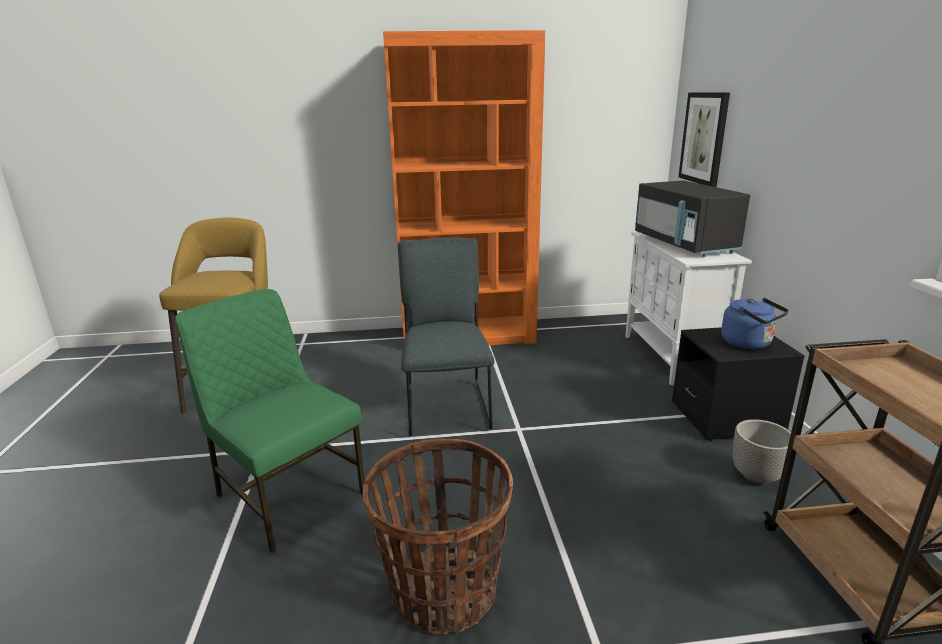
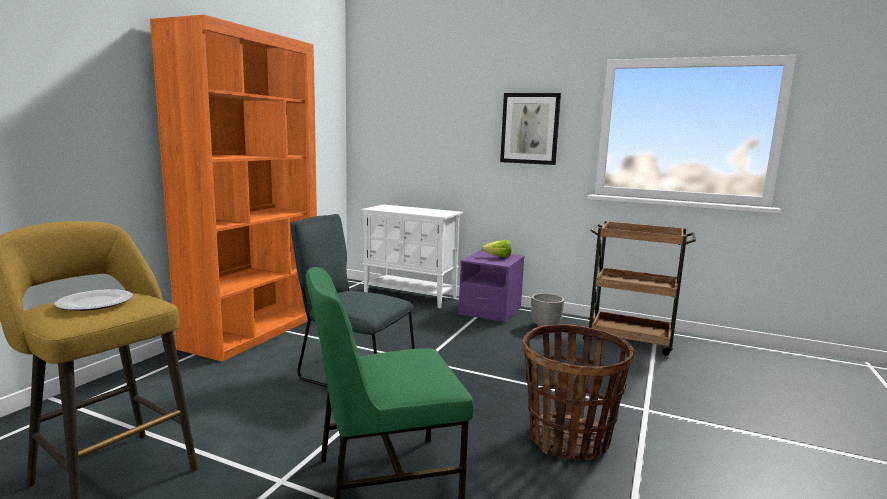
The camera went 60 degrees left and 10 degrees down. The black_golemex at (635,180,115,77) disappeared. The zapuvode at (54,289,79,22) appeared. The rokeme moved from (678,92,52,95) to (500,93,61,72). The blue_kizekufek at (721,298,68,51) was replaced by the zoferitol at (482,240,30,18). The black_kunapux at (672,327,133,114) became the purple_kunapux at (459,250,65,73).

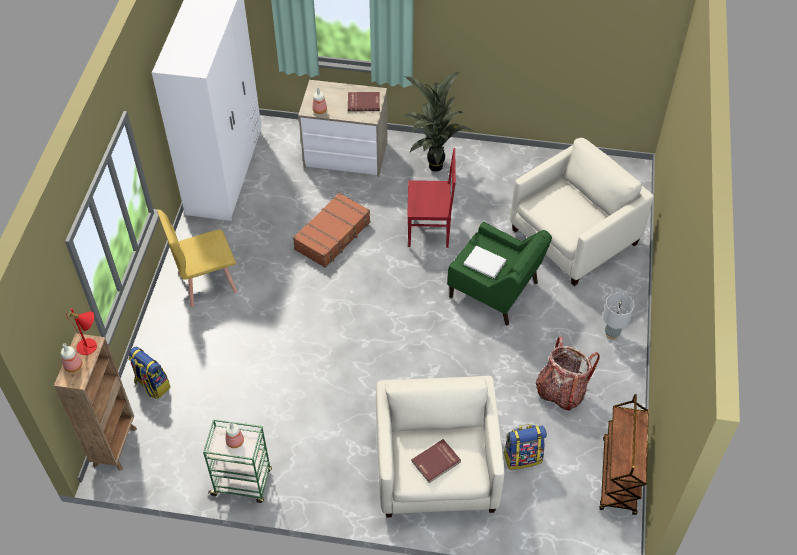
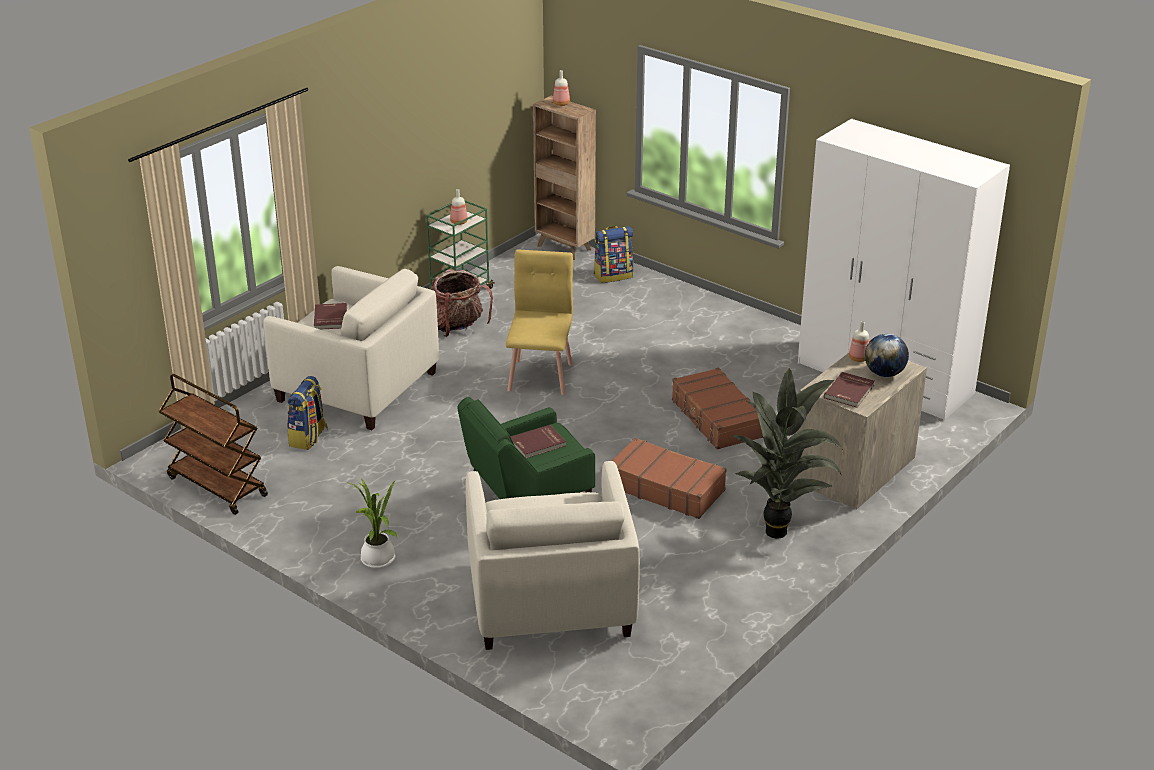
The camera went 120 degrees right and 20 degrees down. The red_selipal at (66,308,31,47) disappeared. The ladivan at (865,334,44,43) appeared. The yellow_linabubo moved from (157,210,80,97) to (506,249,67,146). The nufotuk moved from (536,337,64,73) to (430,269,63,68). The red_linabubo at (407,148,49,100) was replaced by the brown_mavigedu at (612,438,115,81). The grey_selipal at (603,292,31,47) was replaced by the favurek at (346,479,52,90). The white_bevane at (464,246,42,33) became the red_bevane at (511,425,55,33).

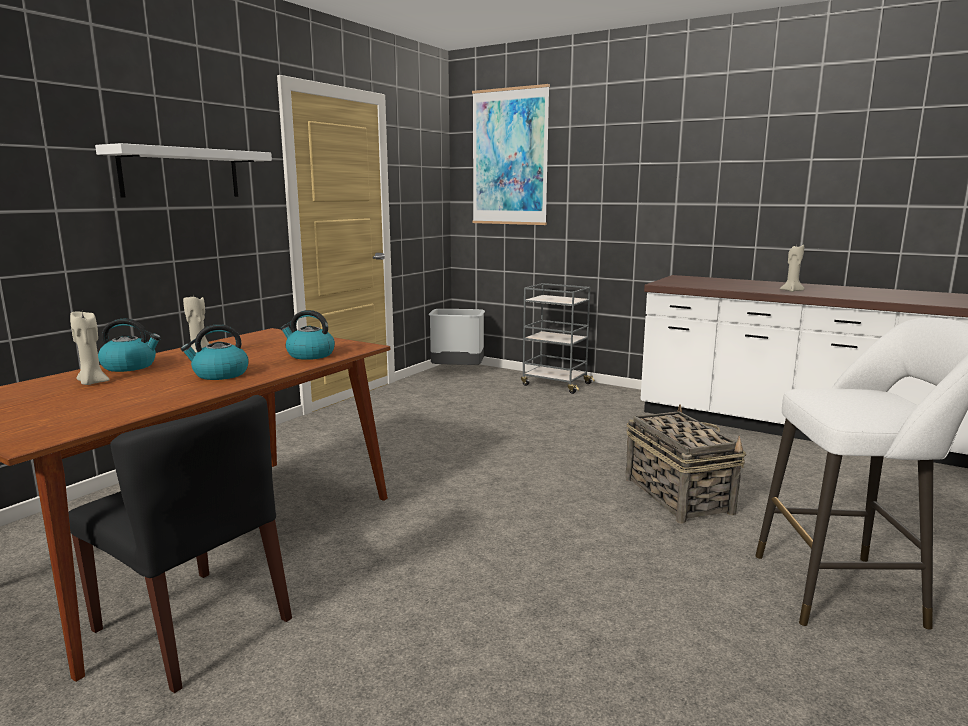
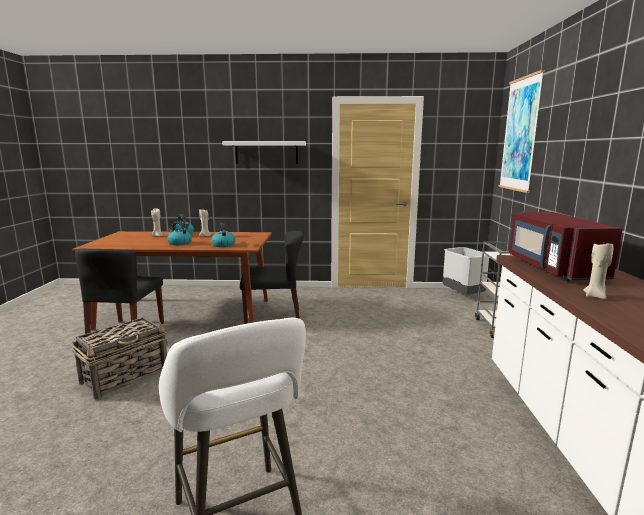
The camera went 60 degrees right and 0 degrees up. The black_linabubo at (240,231,64,93) appeared. The red_golemex at (509,212,114,69) appeared. The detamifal moved from (625,404,122,119) to (71,317,96,83).

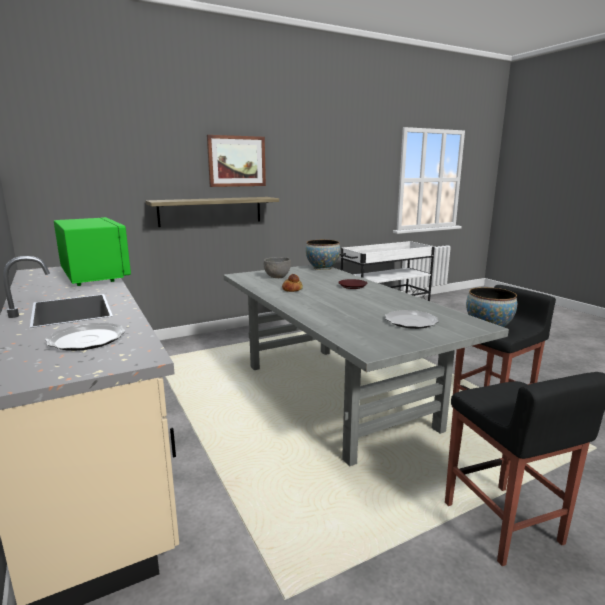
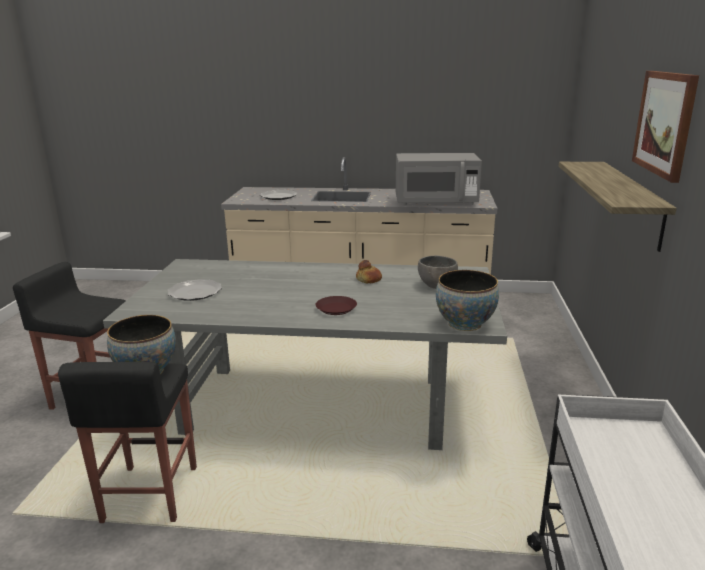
The camera went 125 degrees right and 5 degrees up. The green_golemex at (54,217,77,69) became the grey_golemex at (396,153,86,52).

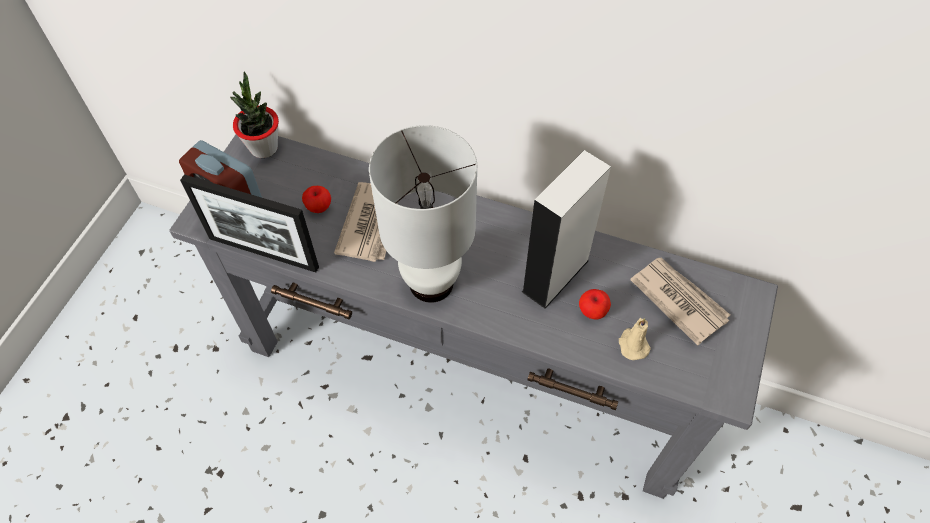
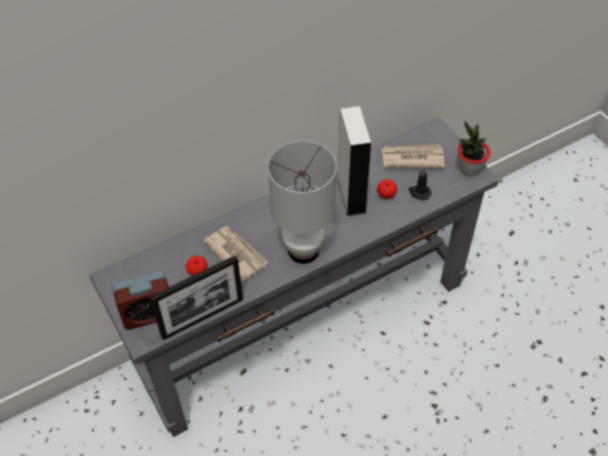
The camera went 50 degrees left and 5 degrees down. The favurek moved from (230,71,49,87) to (458,121,32,56). The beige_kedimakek at (619,318,32,42) became the black_kedimakek at (409,169,22,31).

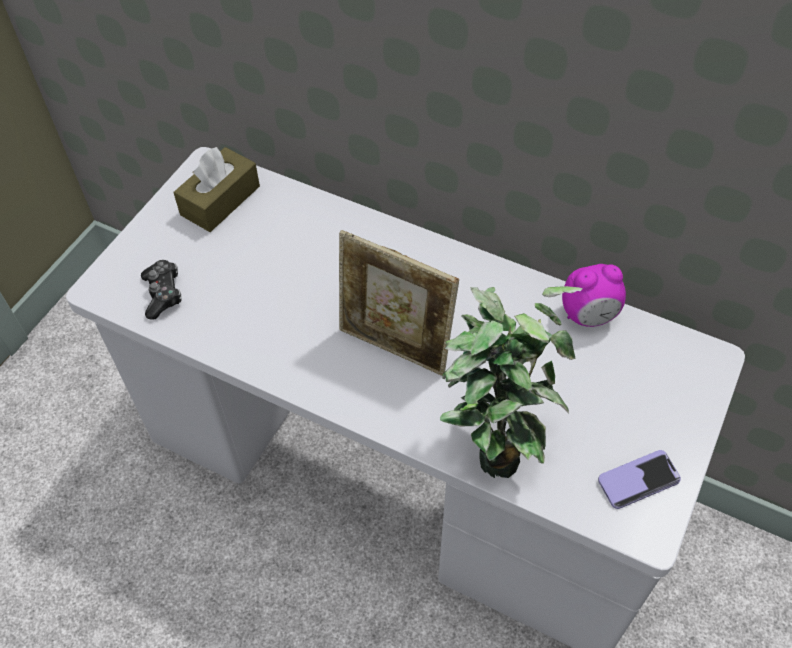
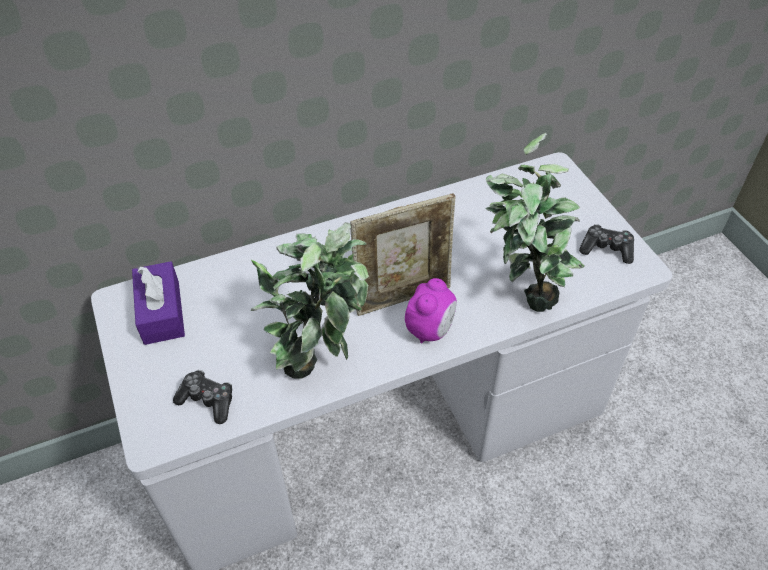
The camera went 50 degrees left and 5 degrees down. The favurek at (251,222,118,157) appeared. The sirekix moved from (562,264,64,63) to (405,278,52,66). The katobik at (598,450,83,59) was replaced by the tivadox at (579,224,55,40). The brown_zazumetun at (173,147,87,85) became the purple_zazumetun at (132,261,53,84).

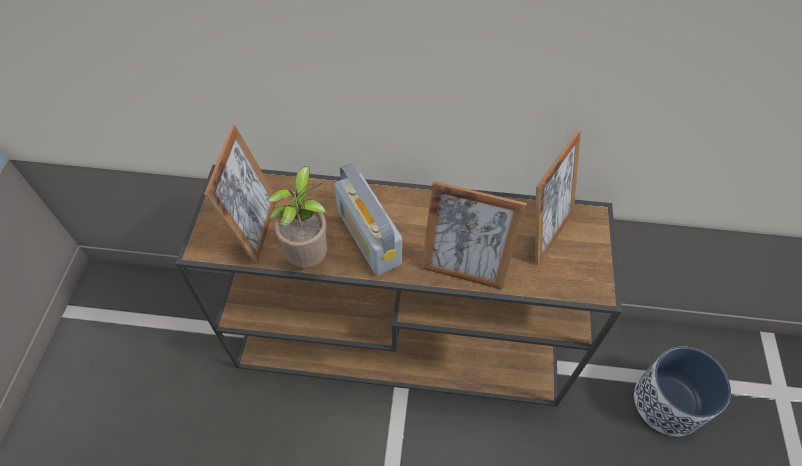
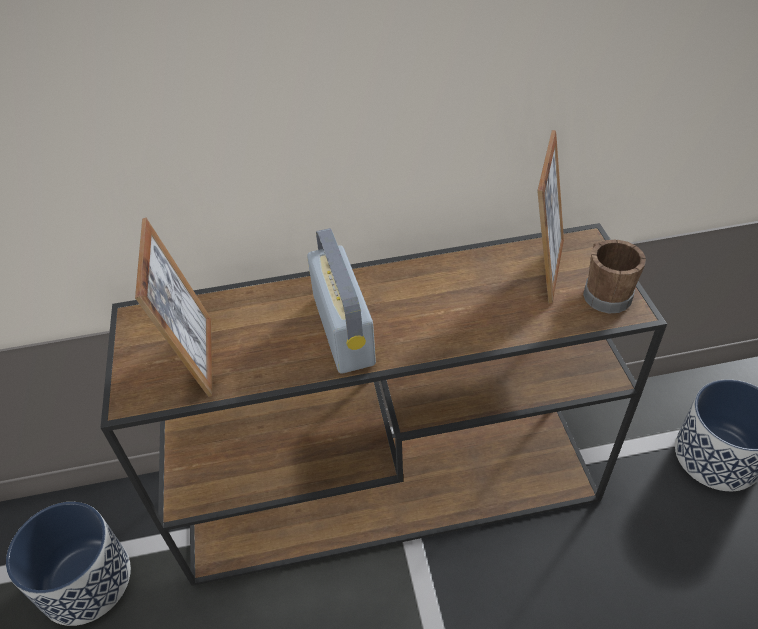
The camera went 15 degrees left and 10 degrees down. The favurek at (266,166,61,102) disappeared. The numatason at (421,181,106,109) disappeared. The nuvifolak at (6,502,125,124) appeared. The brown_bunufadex at (583,240,63,73) appeared. The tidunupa at (334,164,68,112) turned 150 degrees counterclockwise.

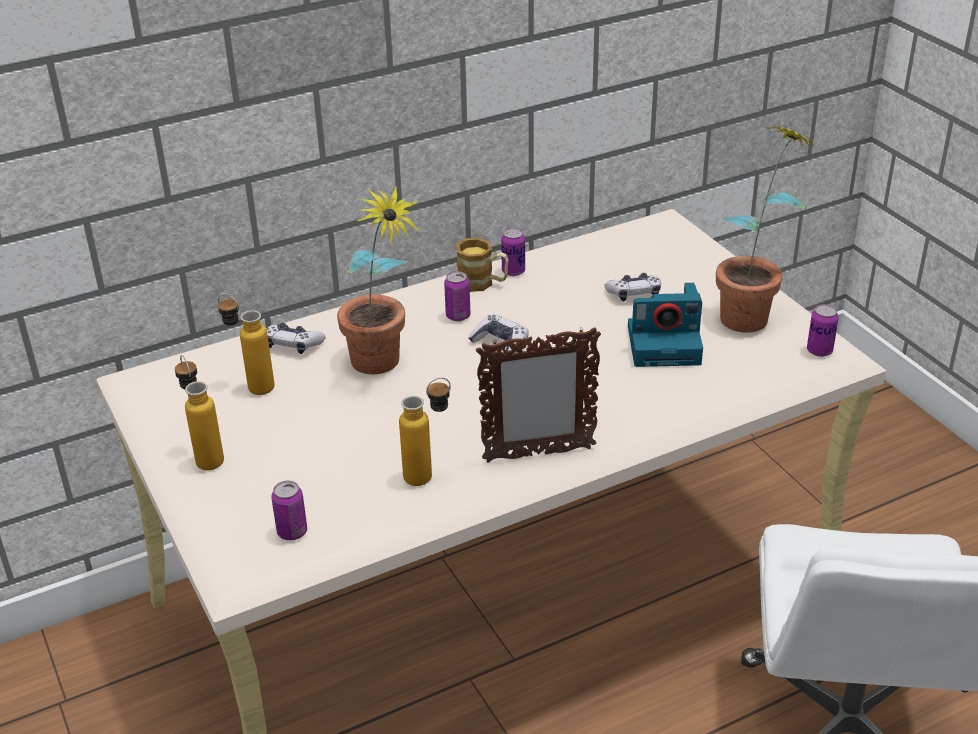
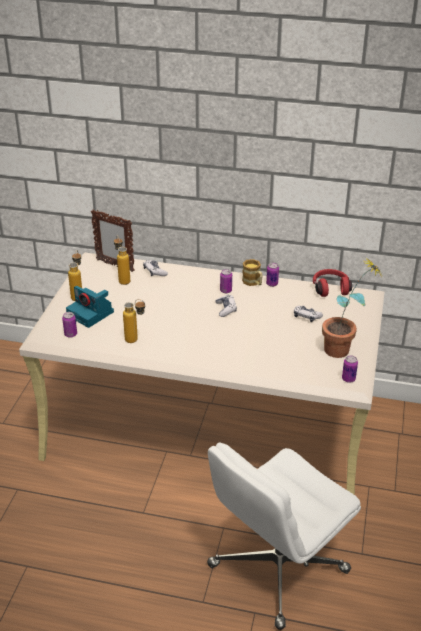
The camera went 40 degrees right and 0 degrees up. The favurek at (337,187,83,187) disappeared. The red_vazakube at (313,269,39,28) appeared. The numatason moved from (476,327,125,136) to (91,209,44,63). The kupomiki moved from (628,283,75,84) to (66,286,48,42).

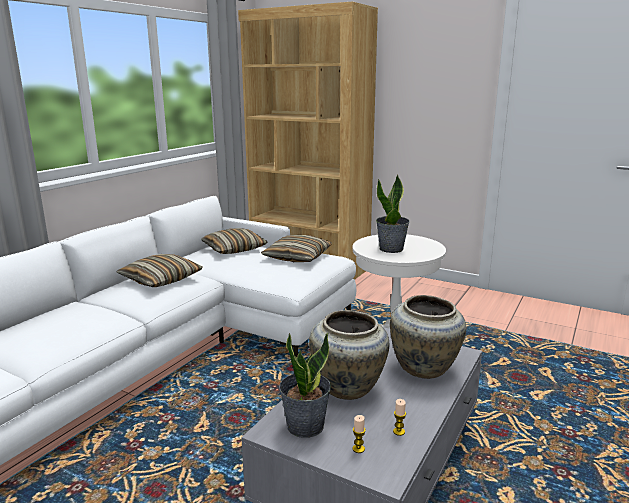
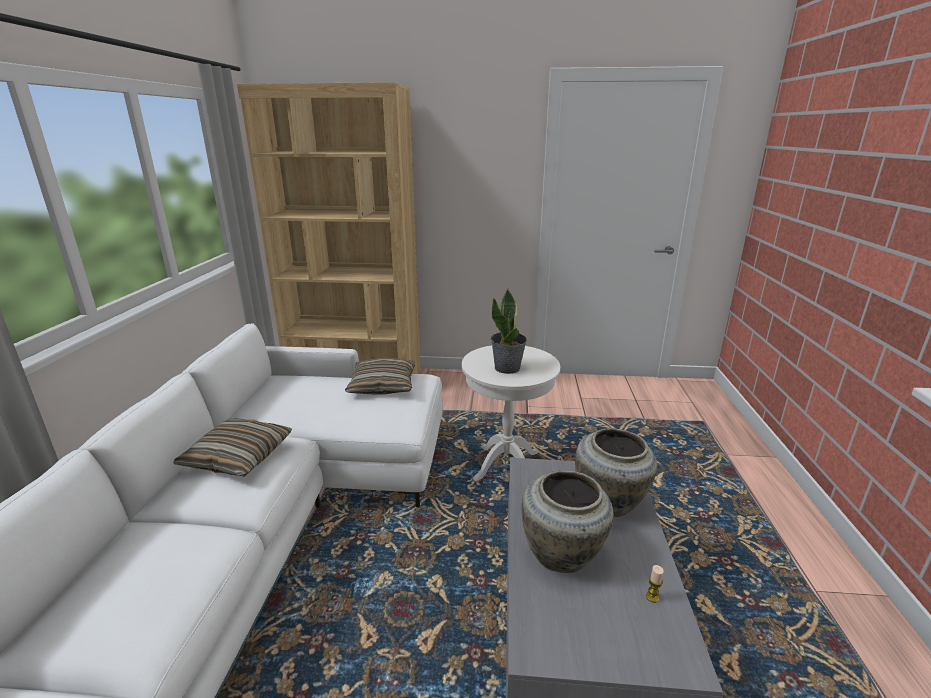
The camera went 25 degrees left and 5 degrees up. The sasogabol at (201,228,66,26) disappeared. The favurek at (279,333,52,105) disappeared. The kedimakek at (352,415,14,38) disappeared.

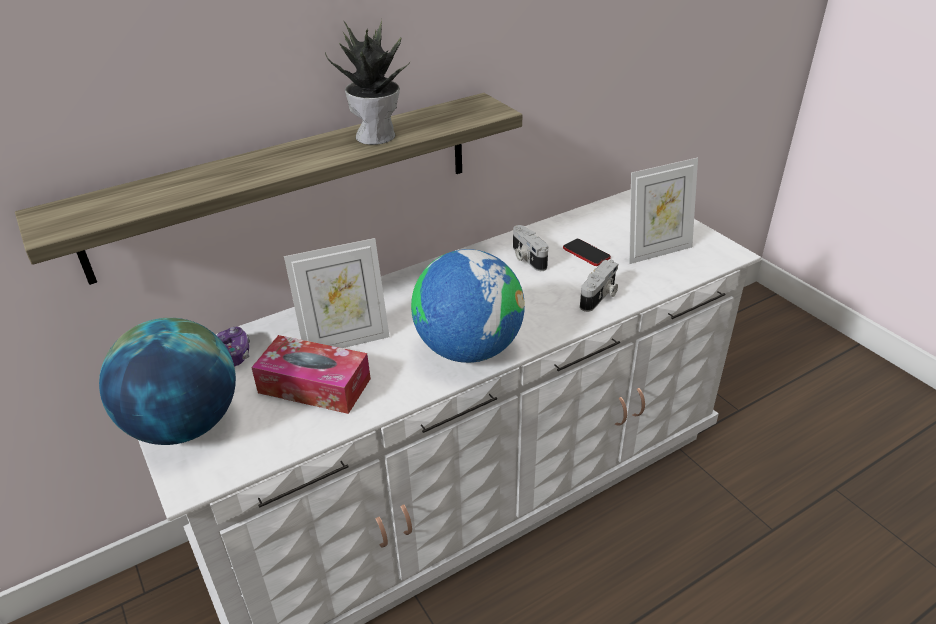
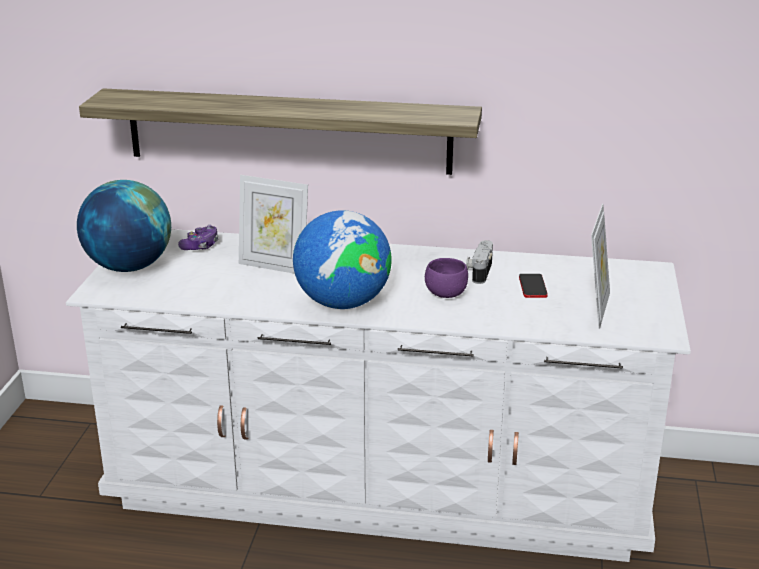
The camera went 40 degrees right and 10 degrees down. The zazumetun at (251,335,120,79) disappeared. The favurek at (325,19,85,126) disappeared. The kupomiki at (580,260,38,52) disappeared. The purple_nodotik at (425,258,43,40) appeared. The numatason at (629,158,69,106) turned 90 degrees counterclockwise.

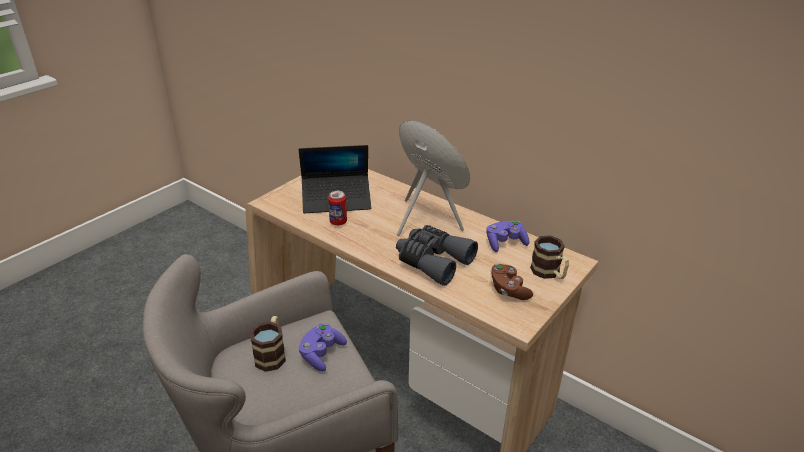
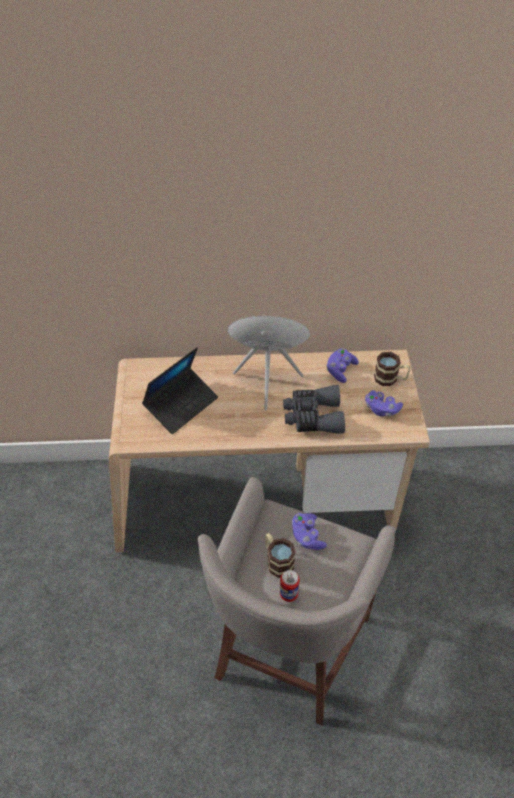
The camera went 40 degrees left and 15 degrees up. The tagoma moved from (328,191,19,35) to (280,570,20,32). The brown_tivadox at (491,264,42,36) became the purple_tivadox at (365,390,38,27).

